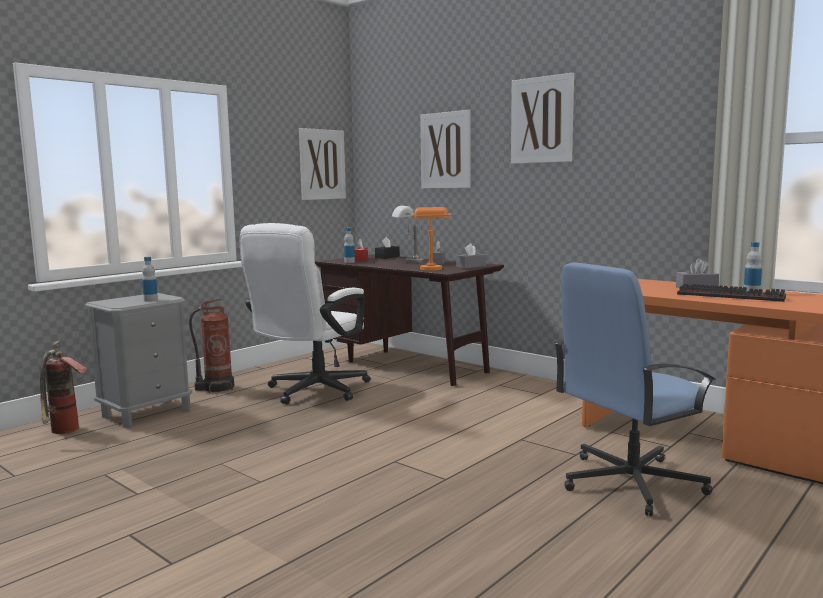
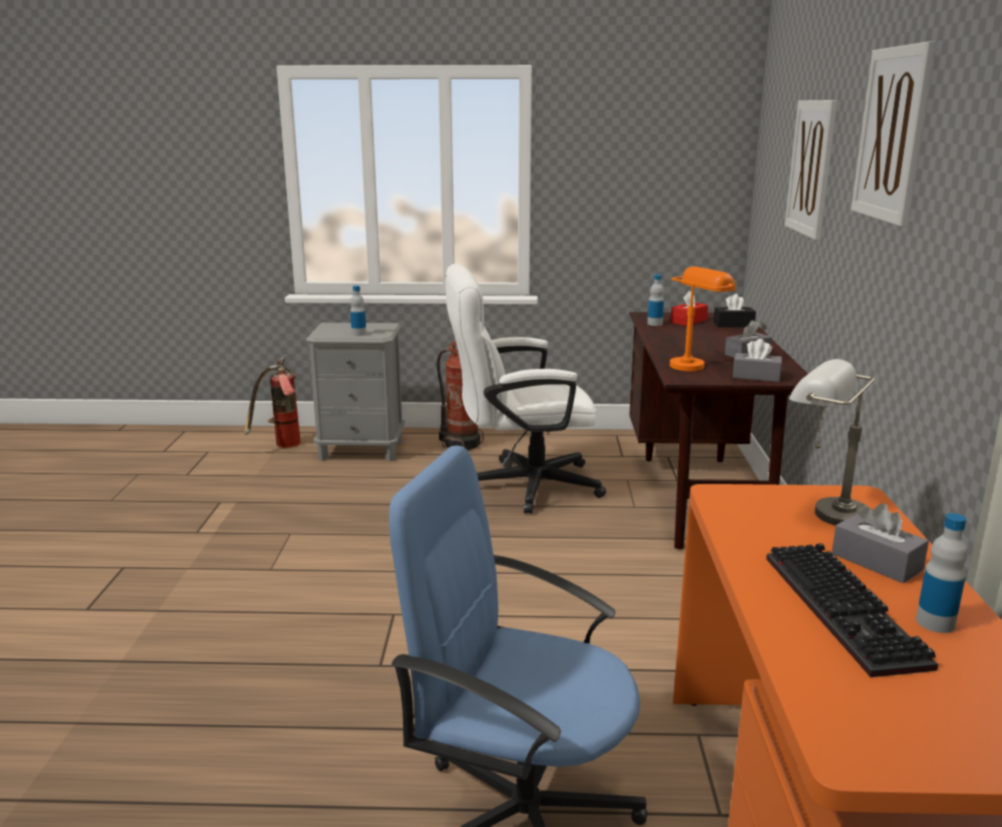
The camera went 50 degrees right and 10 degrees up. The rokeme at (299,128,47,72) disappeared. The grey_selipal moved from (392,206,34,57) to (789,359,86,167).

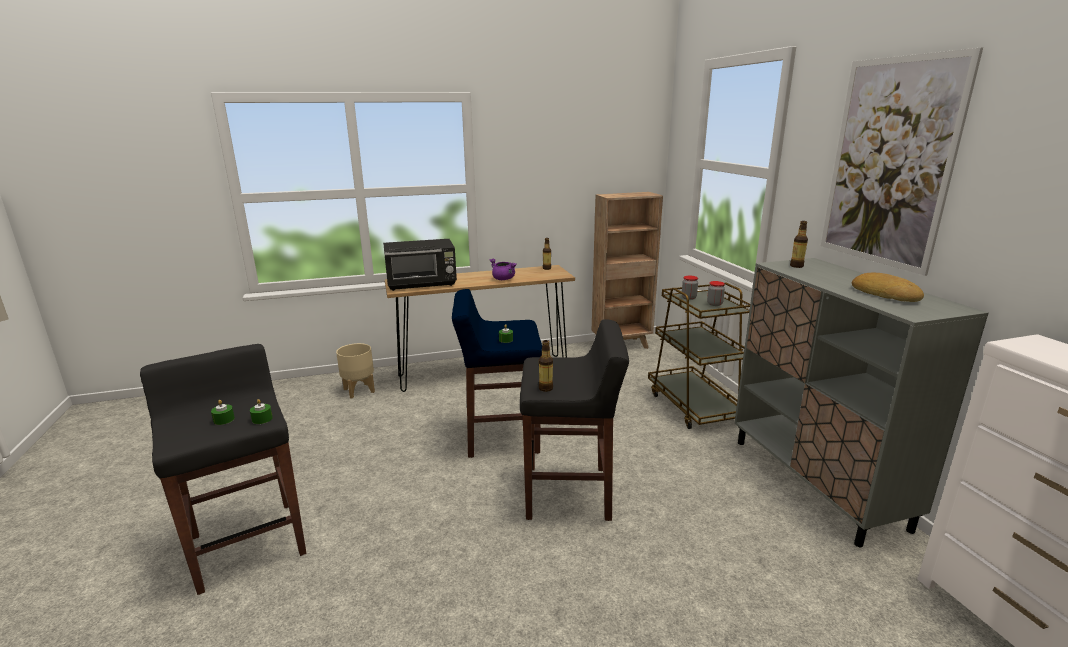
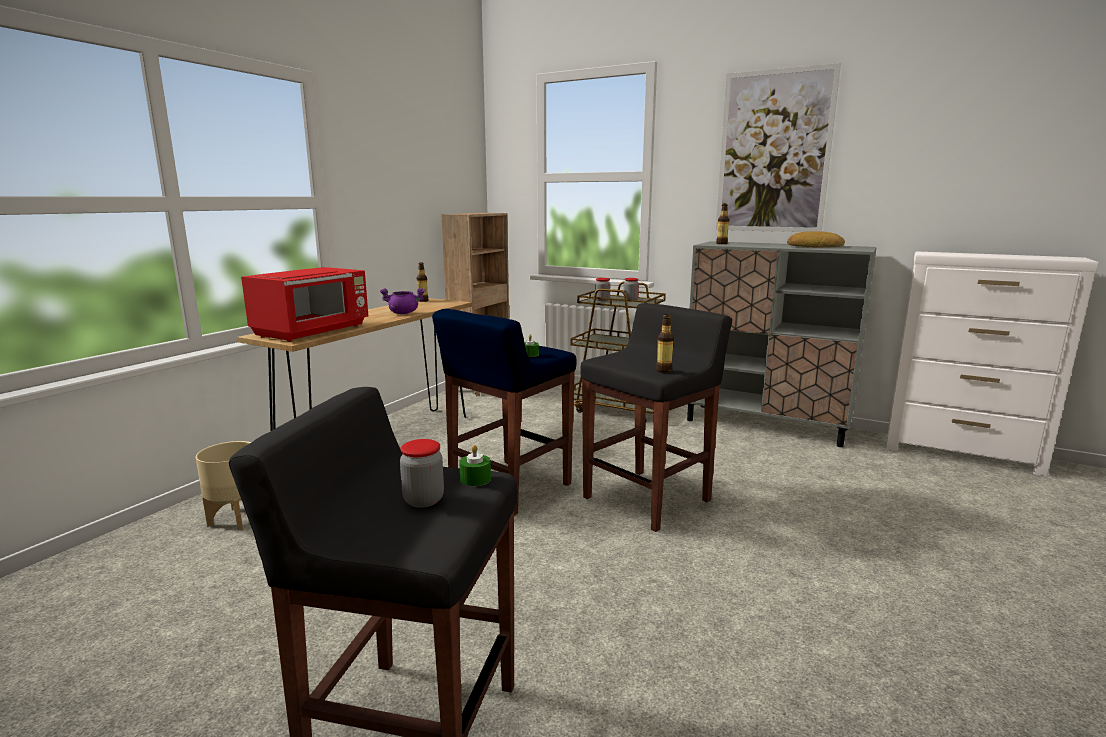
The camera went 45 degrees left and 5 degrees down. The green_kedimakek at (211,400,24,25) was replaced by the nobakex at (400,439,44,69). The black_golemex at (383,239,74,52) became the red_golemex at (241,267,127,75).

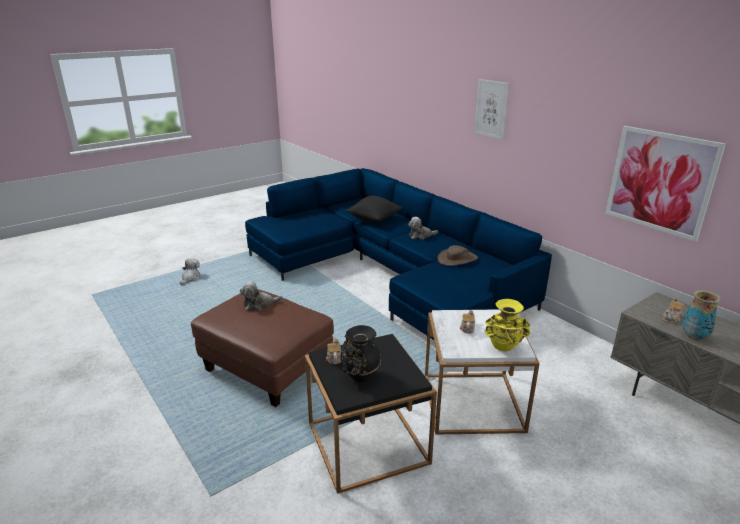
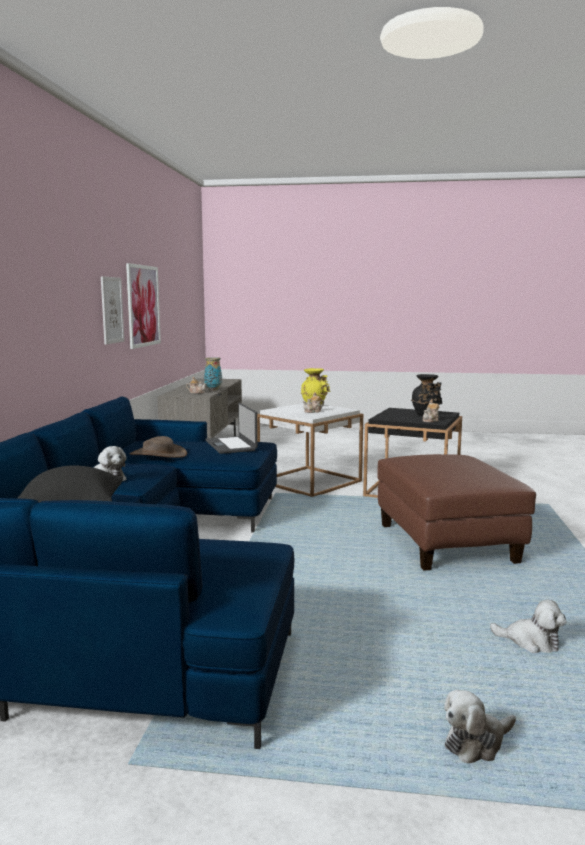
The camera went 135 degrees left and 15 degrees down. The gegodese at (205,403,53,51) appeared. The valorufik moved from (240,281,43,30) to (490,600,77,53). The rokeme moved from (474,79,36,61) to (101,276,23,69).

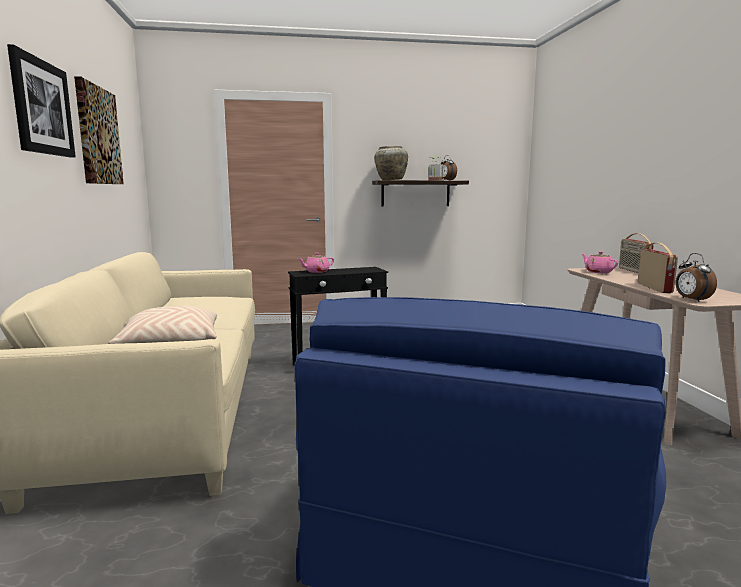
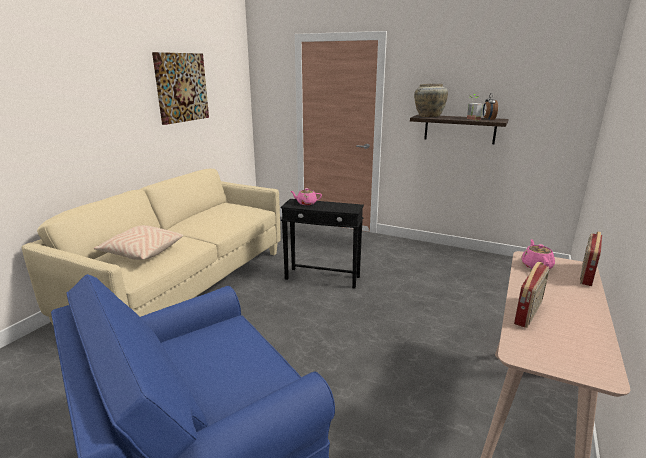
The camera went 35 degrees right and 10 degrees up. The rokeme at (7,44,69,114) disappeared. The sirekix at (676,253,41,49) disappeared.

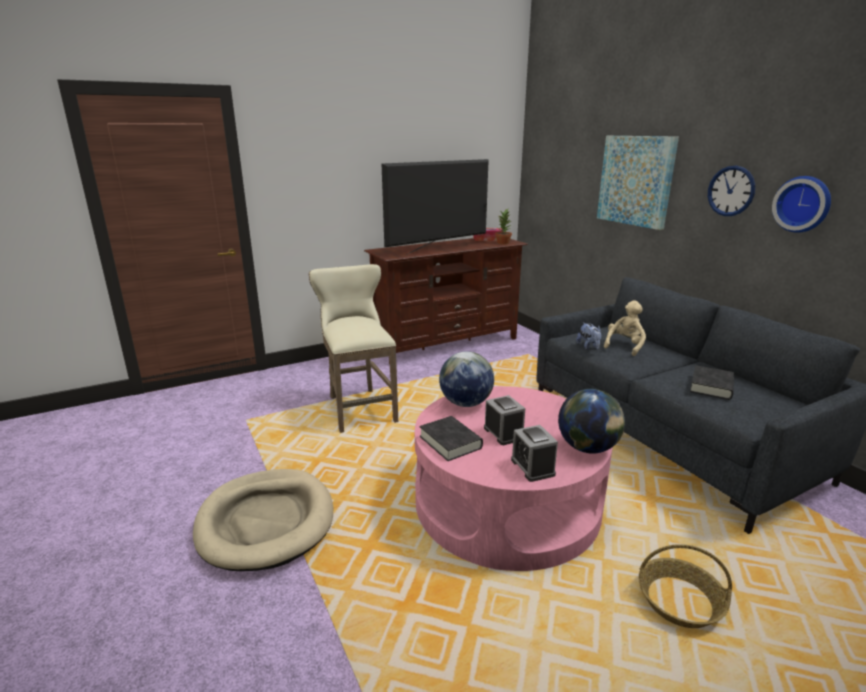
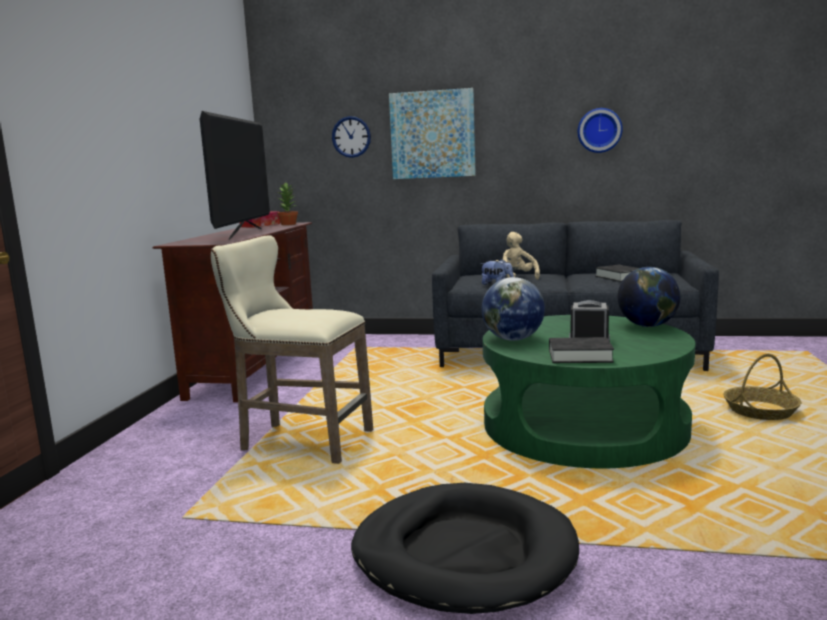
The camera went 50 degrees left and 10 degrees down. The sirekix at (511,425,47,57) disappeared. The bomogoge moved from (708,166,47,50) to (332,116,39,42). The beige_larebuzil at (193,469,140,102) became the black_larebuzil at (351,483,228,131). The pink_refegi at (415,386,198,185) became the green_refegi at (482,315,214,153).

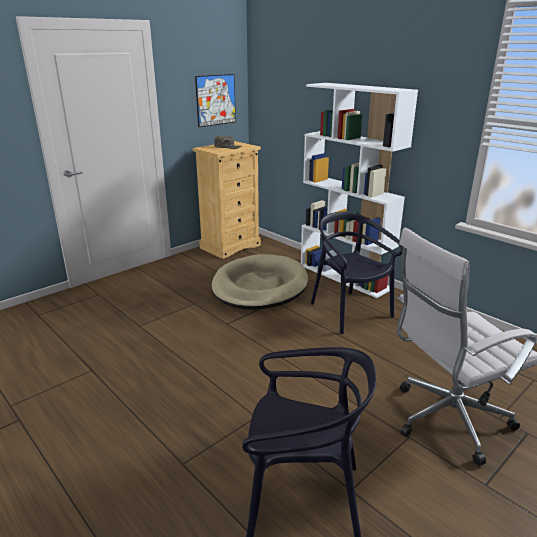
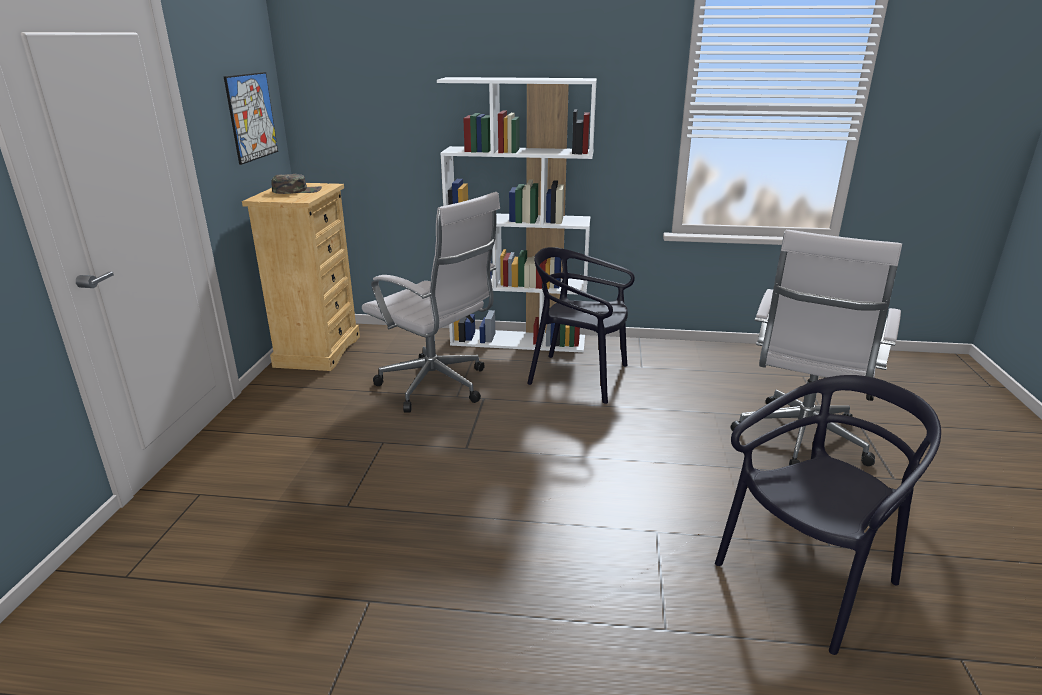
The camera went 40 degrees left and 0 degrees up. The beige_larebuzil at (212,254,96,56) was replaced by the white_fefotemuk at (362,192,138,221).

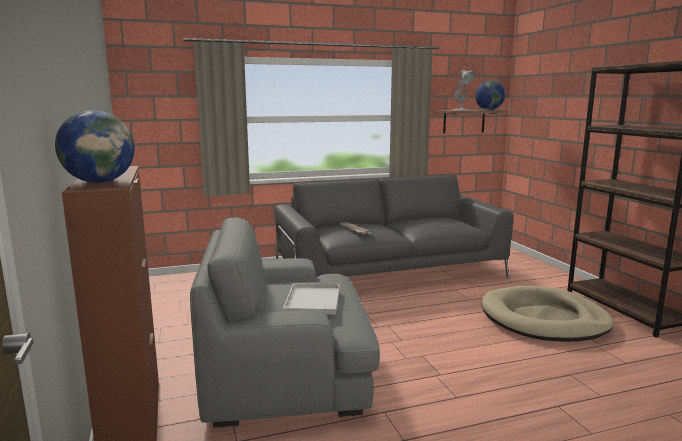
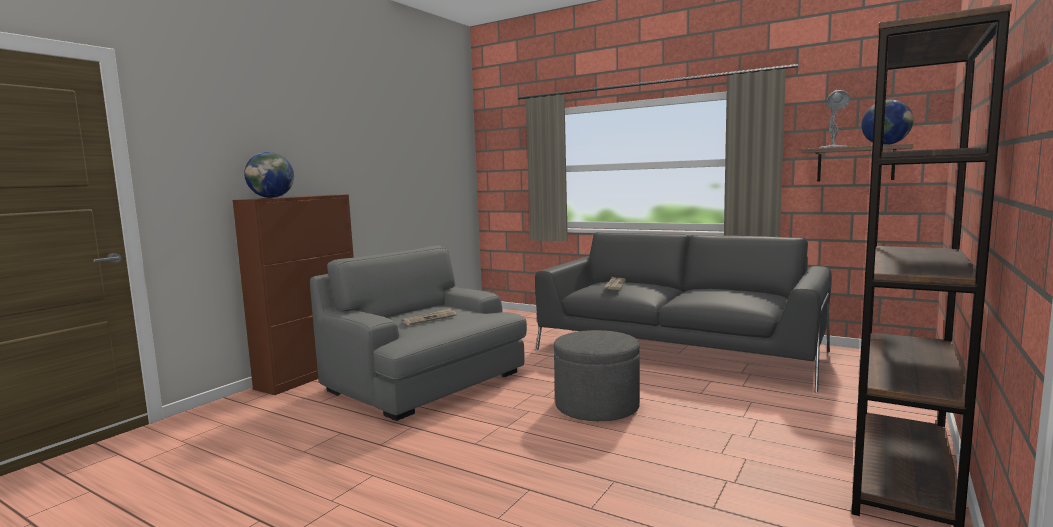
The camera went 50 degrees right and 5 degrees down. The beige_larebuzil at (481,286,133,56) disappeared. The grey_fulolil at (554,330,86,91) appeared. The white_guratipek at (283,283,57,31) was replaced by the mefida at (402,308,55,17).

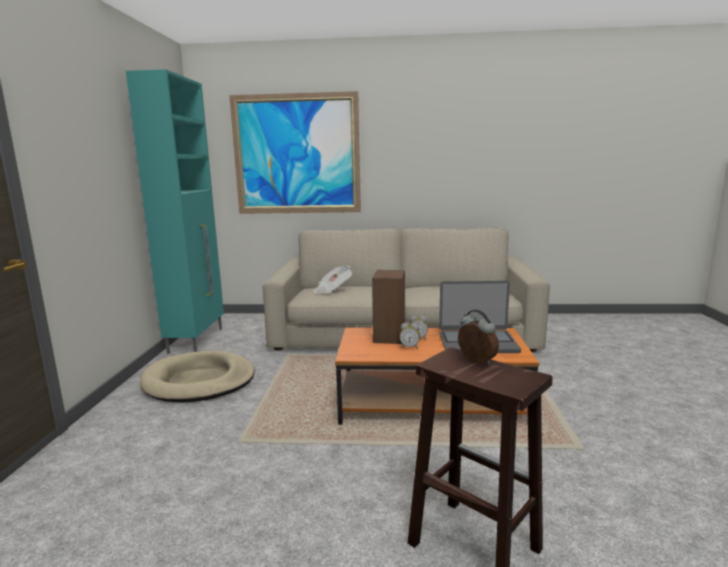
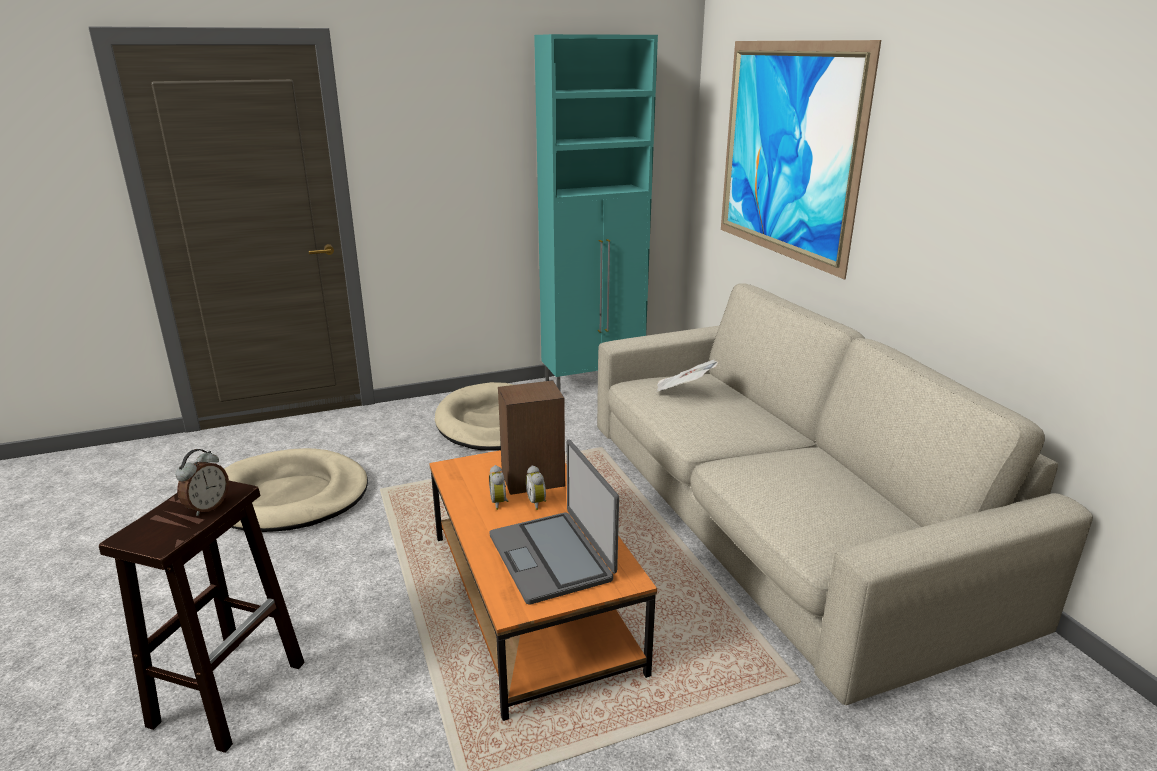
The camera went 65 degrees right and 10 degrees up. The beige_larebuzil at (225,448,143,84) appeared.

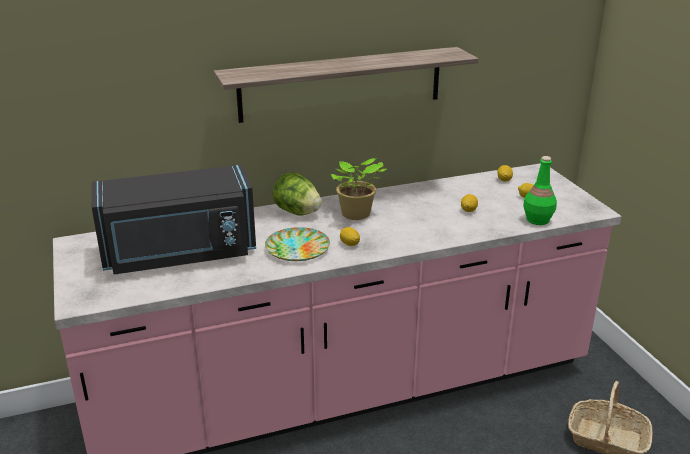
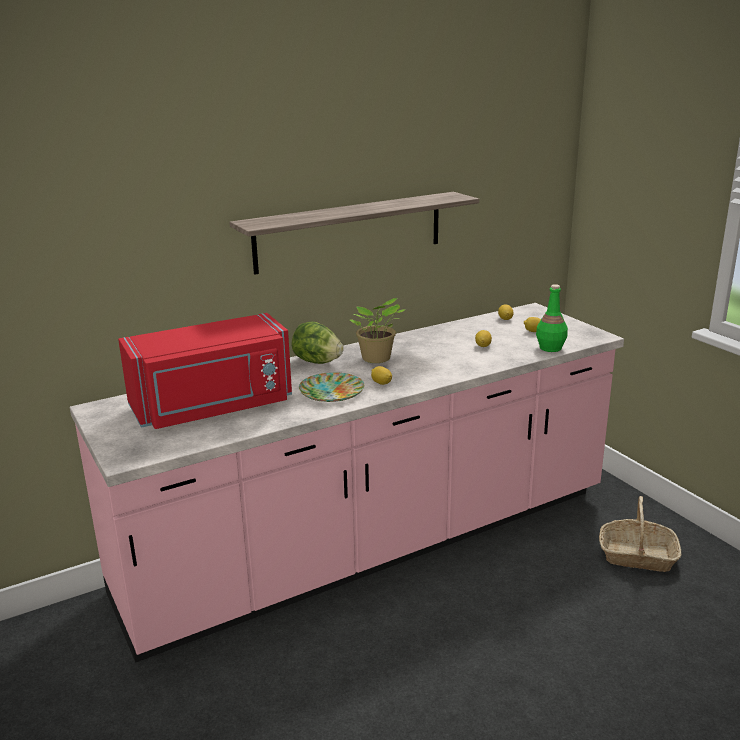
The camera went 10 degrees left and 5 degrees down. The black_golemex at (92,165,164,109) became the red_golemex at (118,313,174,116).

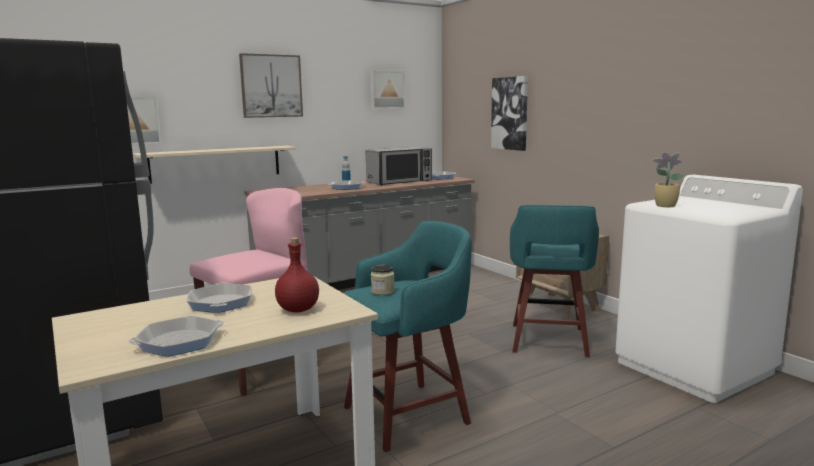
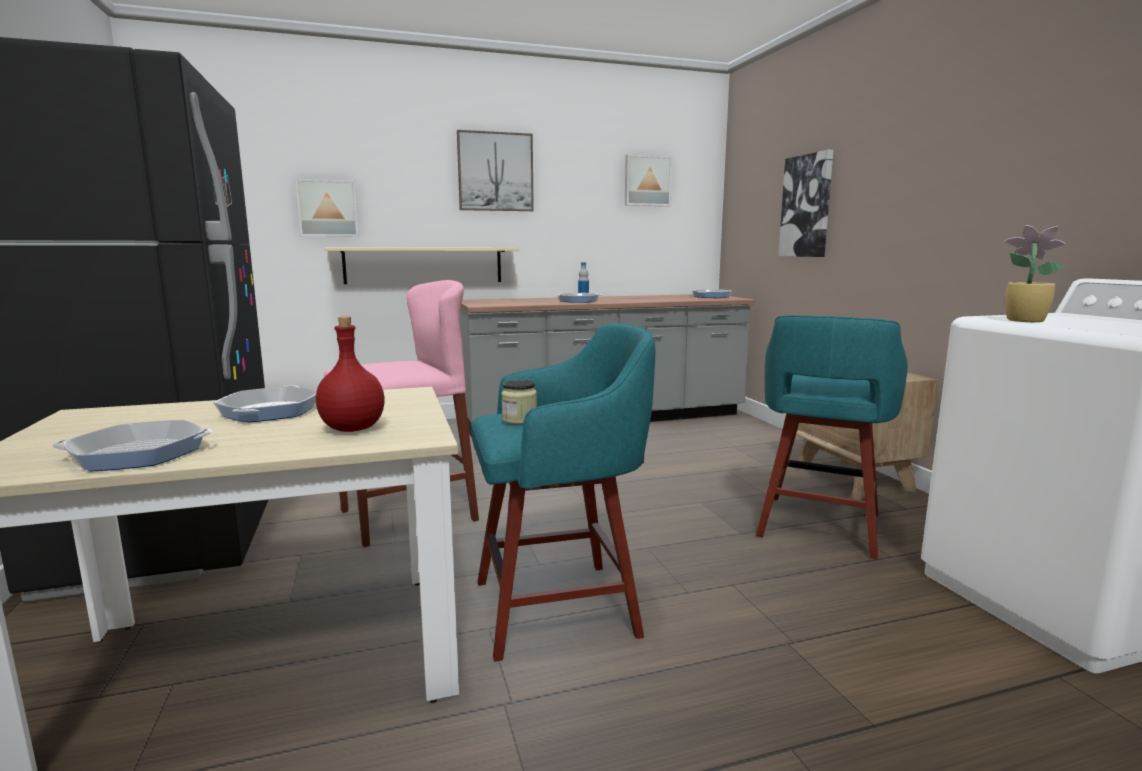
The camera went 15 degrees right and 0 degrees up. The golemex at (366,147,66,38) disappeared.

